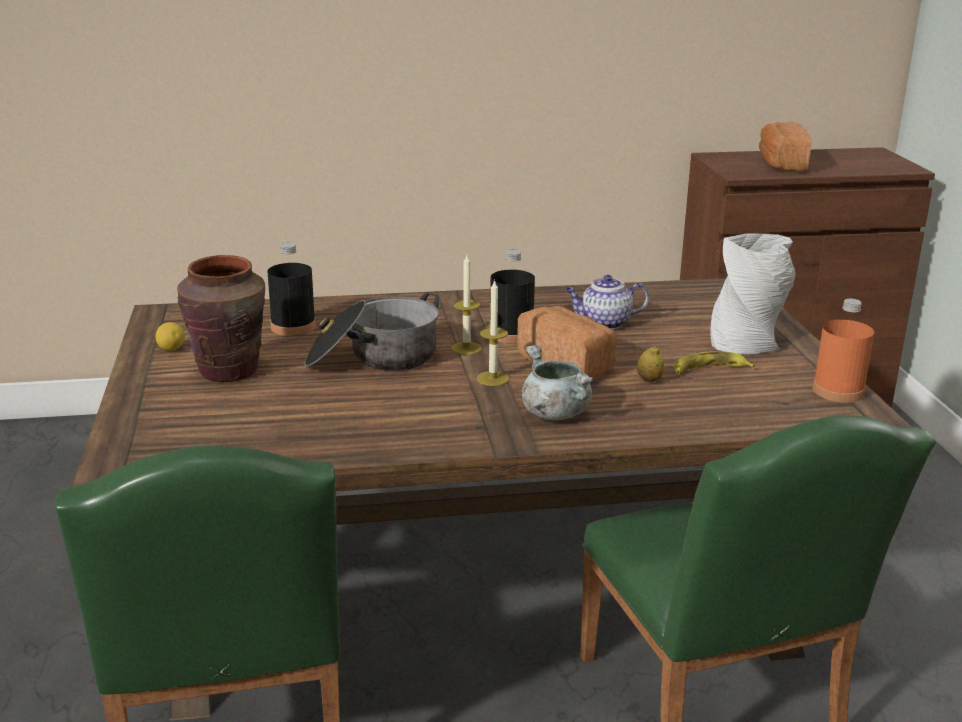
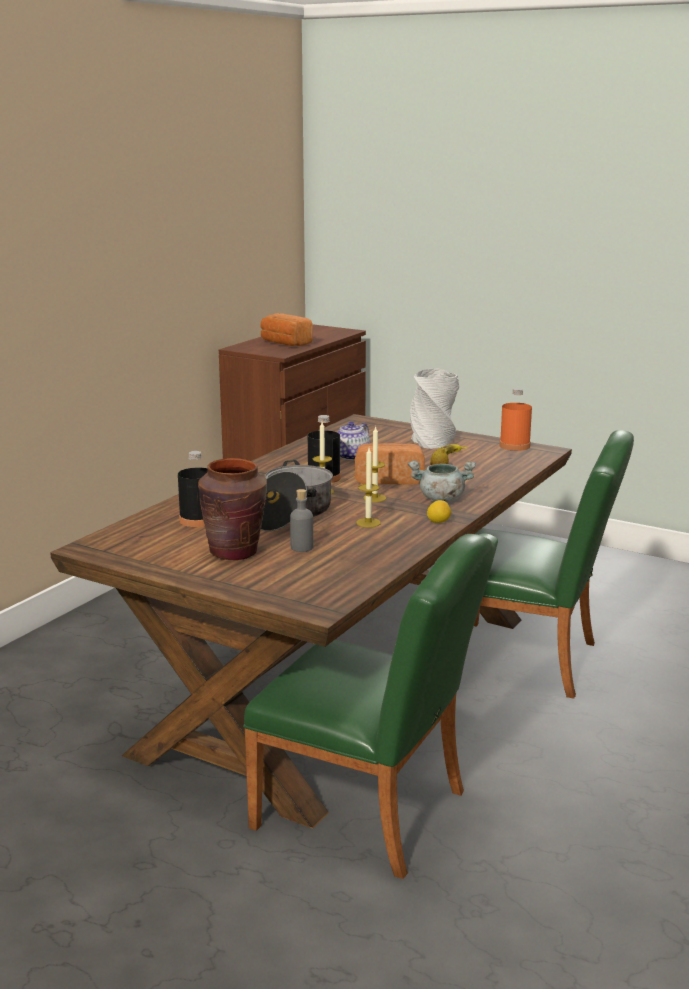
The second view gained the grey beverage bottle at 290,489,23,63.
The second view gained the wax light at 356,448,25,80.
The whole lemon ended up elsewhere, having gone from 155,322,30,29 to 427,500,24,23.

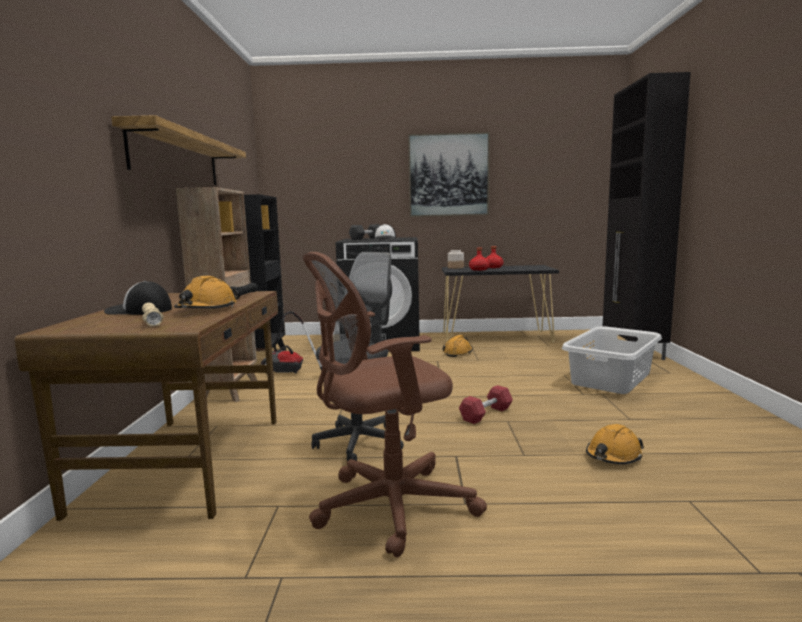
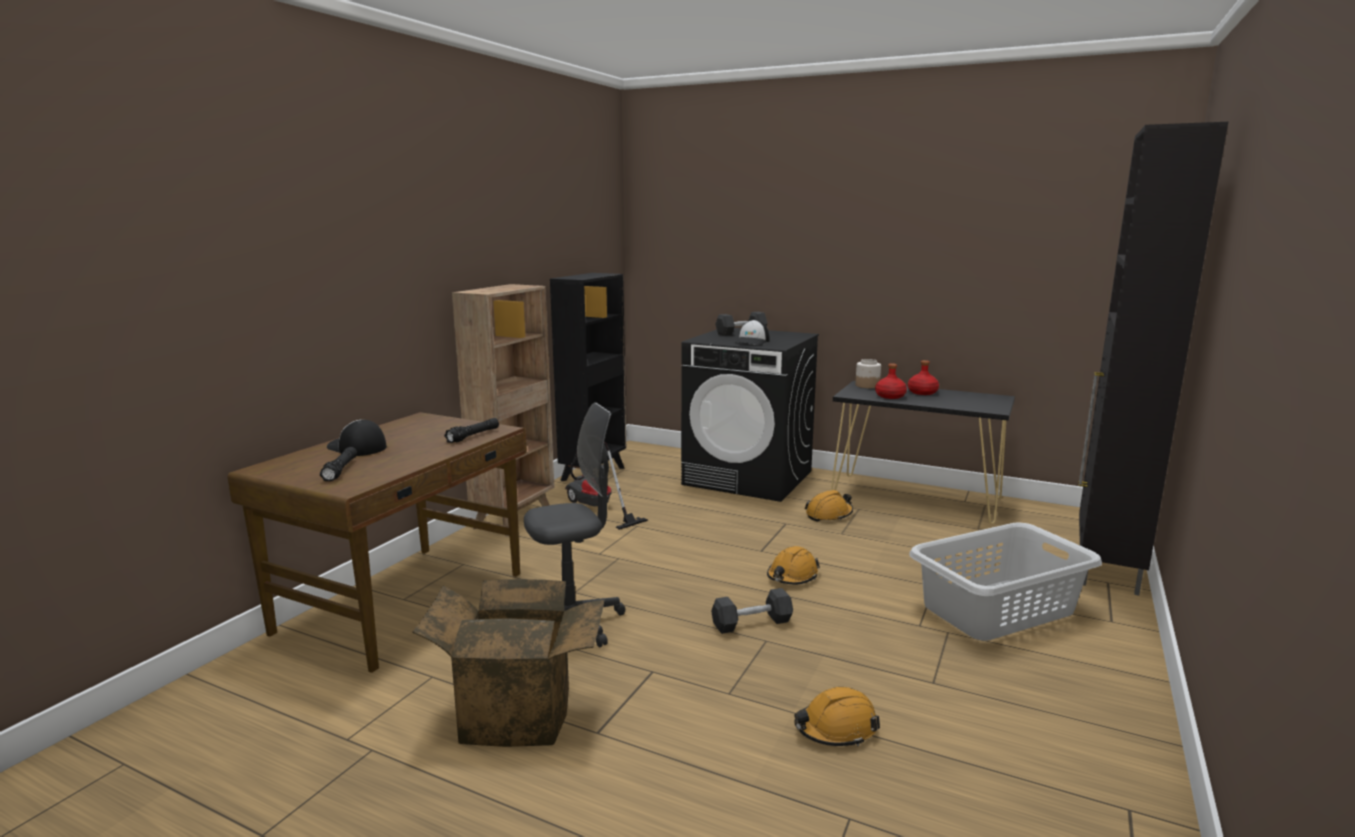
What was the sand-coloured hand torch at 142,303,22,23 turned into the black hand torch at 320,447,37,34.
Where the brownish computer chair stood at 303,252,184,305, the cardboard box came to stand at 412,579,192,168.
What was the red dumbbell at 459,385,54,39 turned into the black dumbbell at 711,588,82,46.
The orangey work helmet ended up elsewhere, having gone from 174,276,64,32 to 767,546,53,38.
The second view lost the wall shelf at 111,115,135,70.
The second view lost the picture at 408,132,82,85.

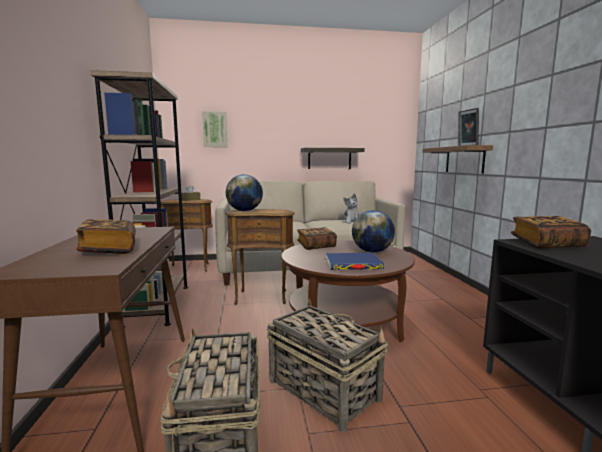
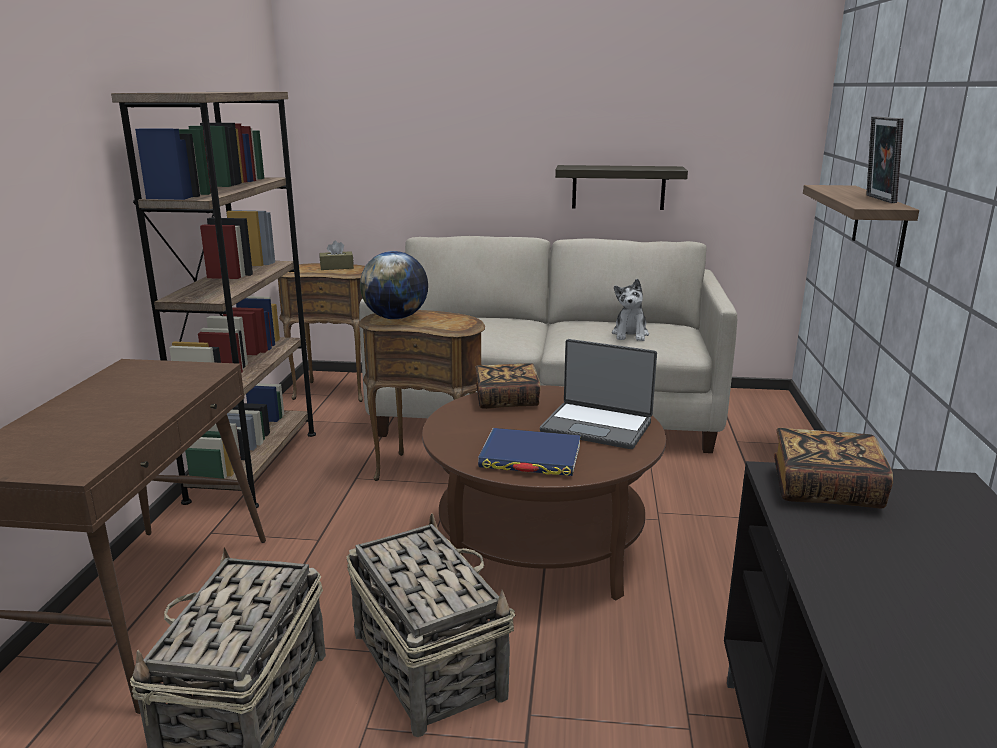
Where the desk globe stood at 352,210,43,43, the notebook computer came to stand at 540,339,117,110.
The second view lost the volume at 76,219,60,35.
The second view lost the picture at 202,111,25,36.

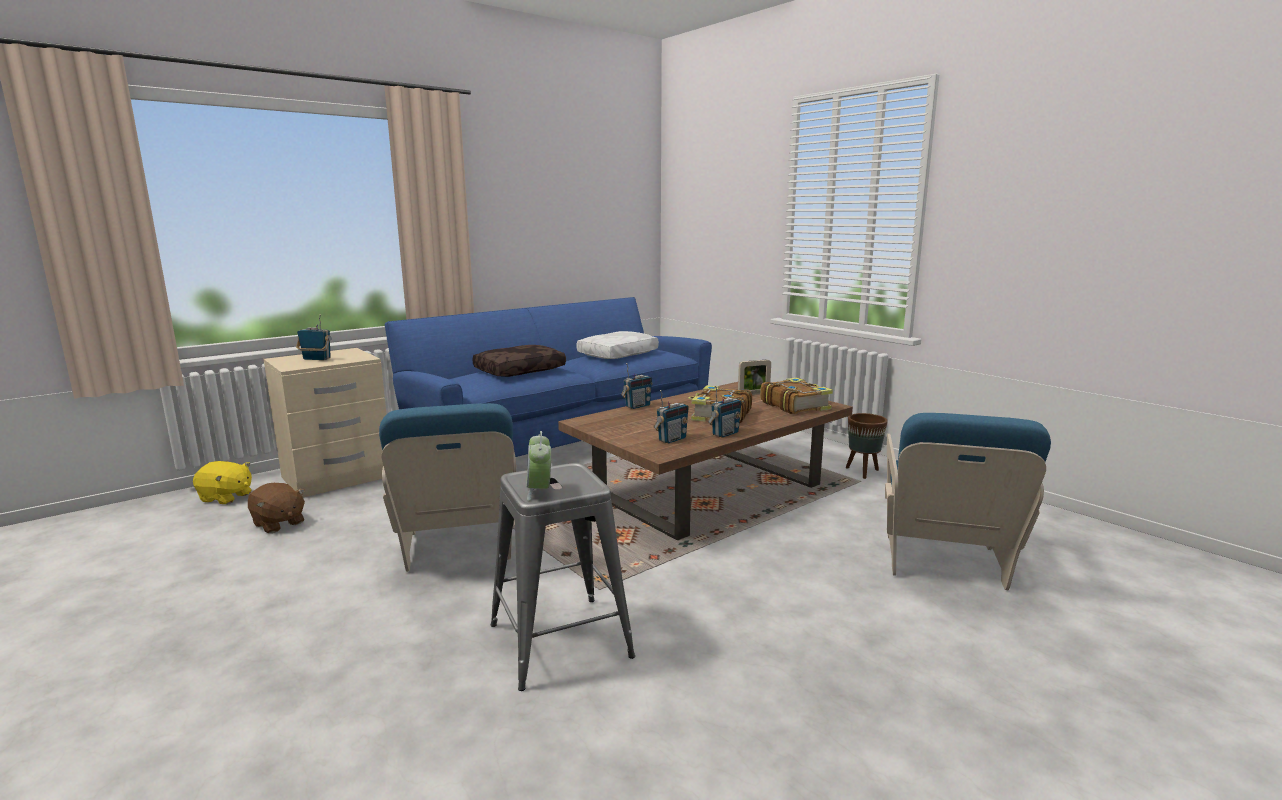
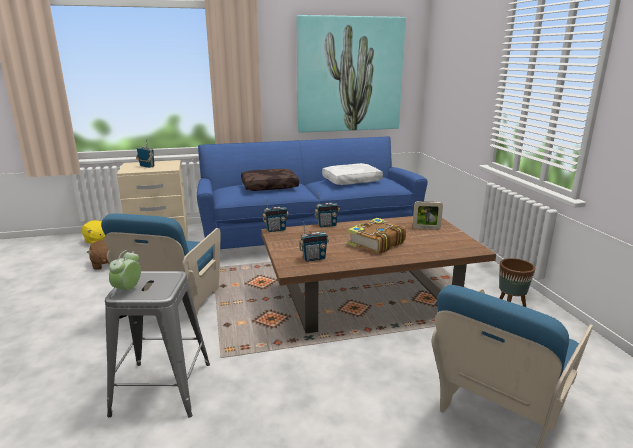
The radio ended up elsewhere, having gone from 708,385,34,53 to 263,197,26,35.
The second view gained the picture at 296,15,110,118.
The second view lost the volume at 760,378,73,36.

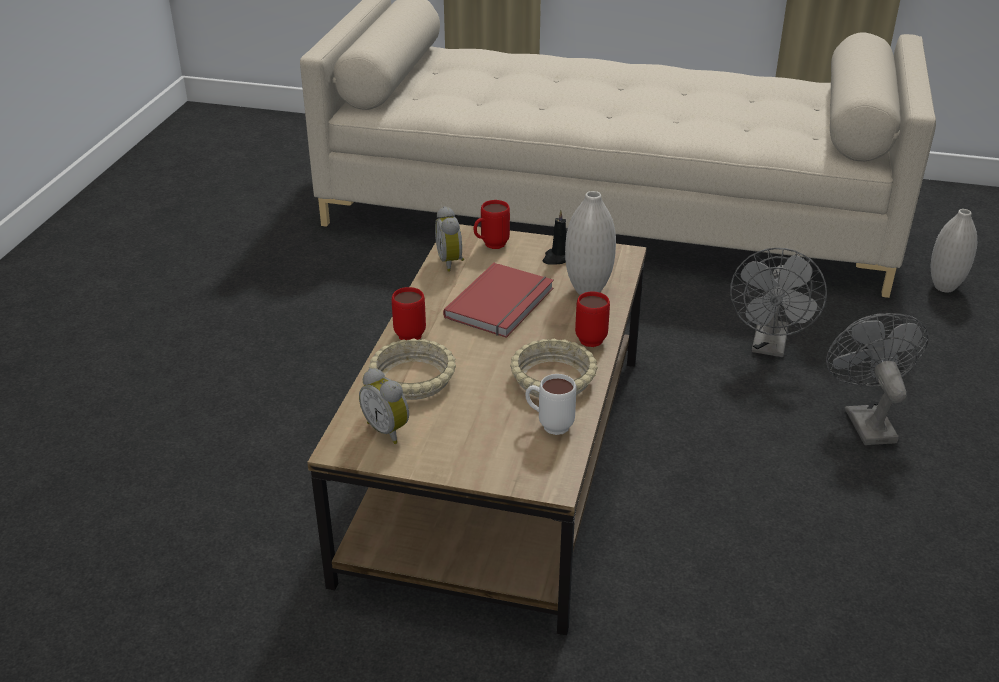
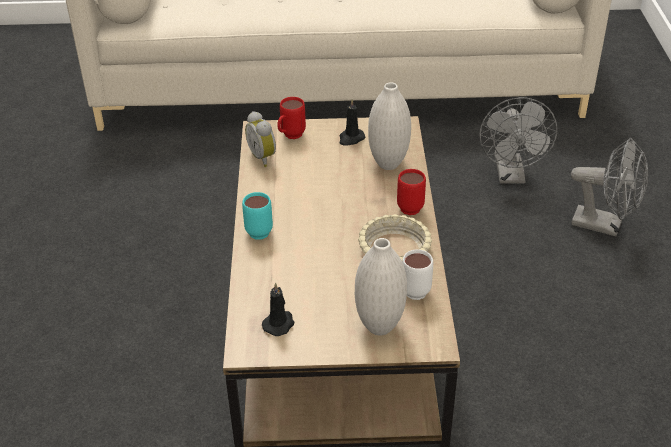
What was the red tea mug at 392,287,34,53 turned into the turquoise tea mug at 242,192,31,48.
Where the alarm clock stood at 359,368,50,76, the black wax light came to stand at 262,282,33,54.
The white-coloured vase ended up elsewhere, having gone from 931,209,46,84 to 355,238,52,98.
The grey fan at 826,313,103,132 ended up facing another way, 135 degrees clockwise from before.
The second view lost the sand-coloured bowl at 369,338,87,62.
The second view lost the red volume at 443,263,111,75.

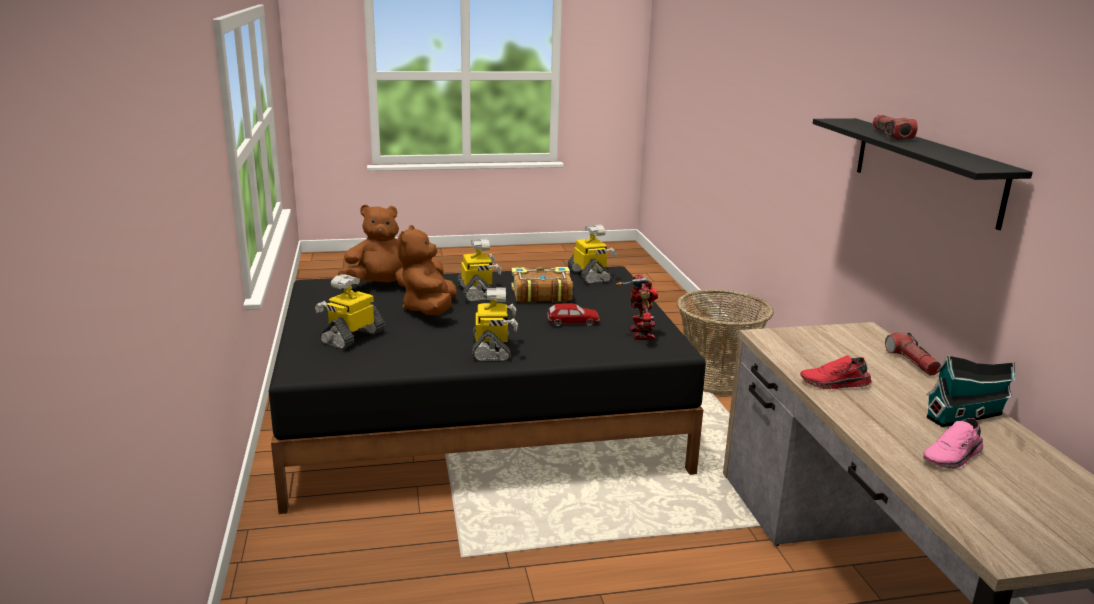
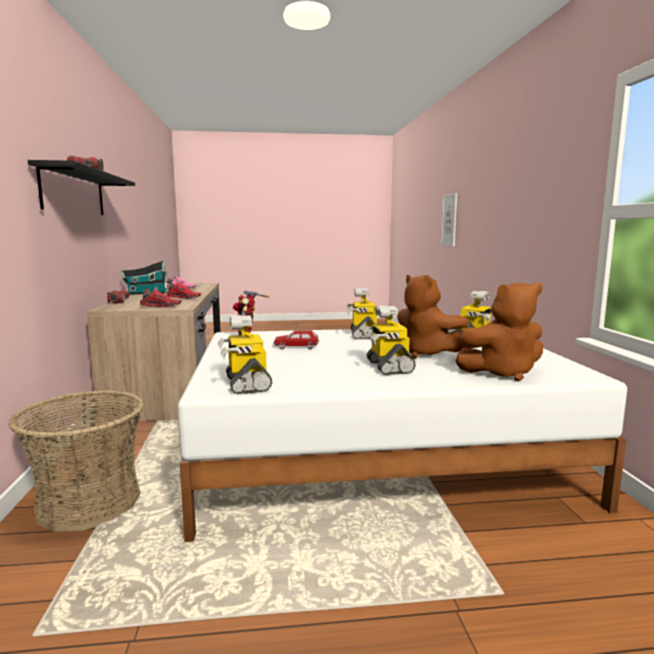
The second view gained the red low shoe at 140,289,42,18.
What was the black bed at 269,266,437,248 turned into the white-coloured bed at 178,329,449,213.
The brownish cuddly toy at 397,225,60,90 ended up facing another way, 135 degrees clockwise from before.
The second view gained the picture at 441,193,16,53.
The second view lost the volume at 511,267,62,36.

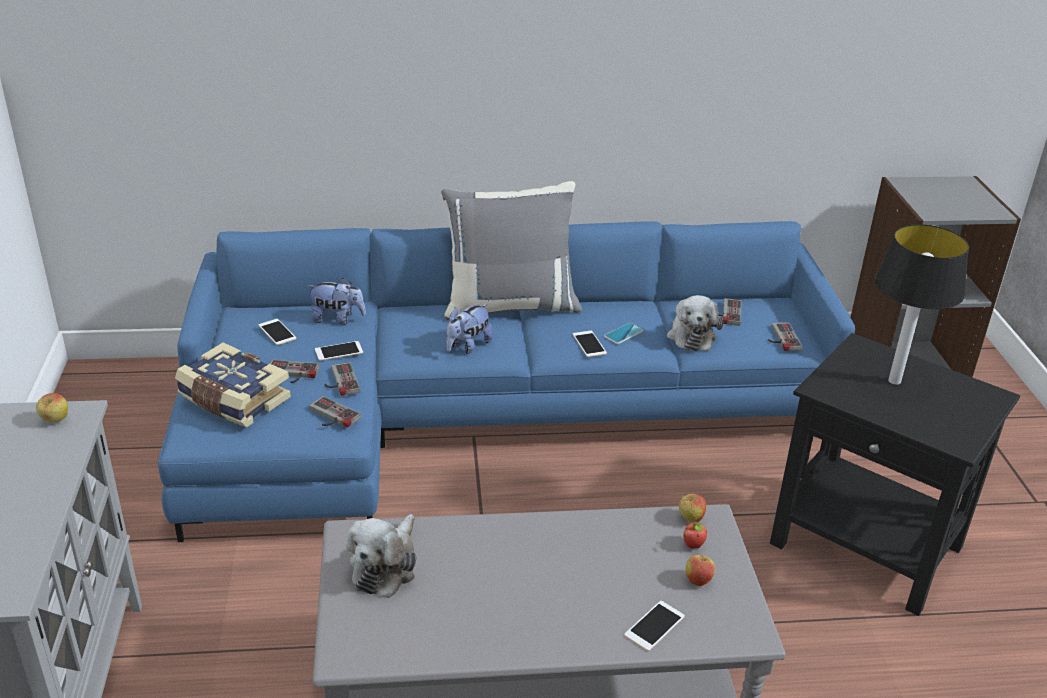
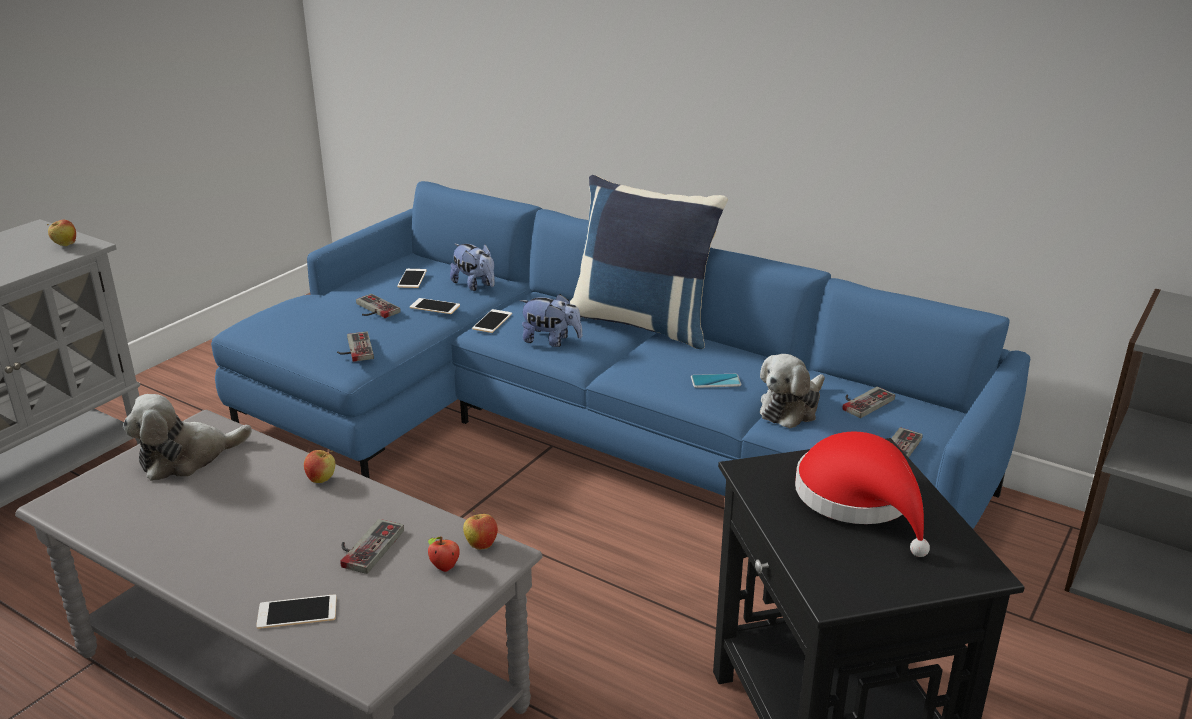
The apple ended up elsewhere, having gone from 686,552,29,34 to 304,450,31,33.
The game controller ended up elsewhere, having gone from 324,362,36,34 to 341,519,63,55.
The phone ended up elsewhere, having gone from 573,331,34,26 to 472,309,40,24.
The cuddly toy at 446,304,47,50 ended up facing another way, 150 degrees counterclockwise from before.
What was the grey throw pillow at 441,181,141,139 turned into the bluish throw pillow at 570,175,158,174.
Where the table lamp stood at 874,224,95,161, the red hat came to stand at 795,432,135,125.
The second view lost the volume at 175,342,116,86.

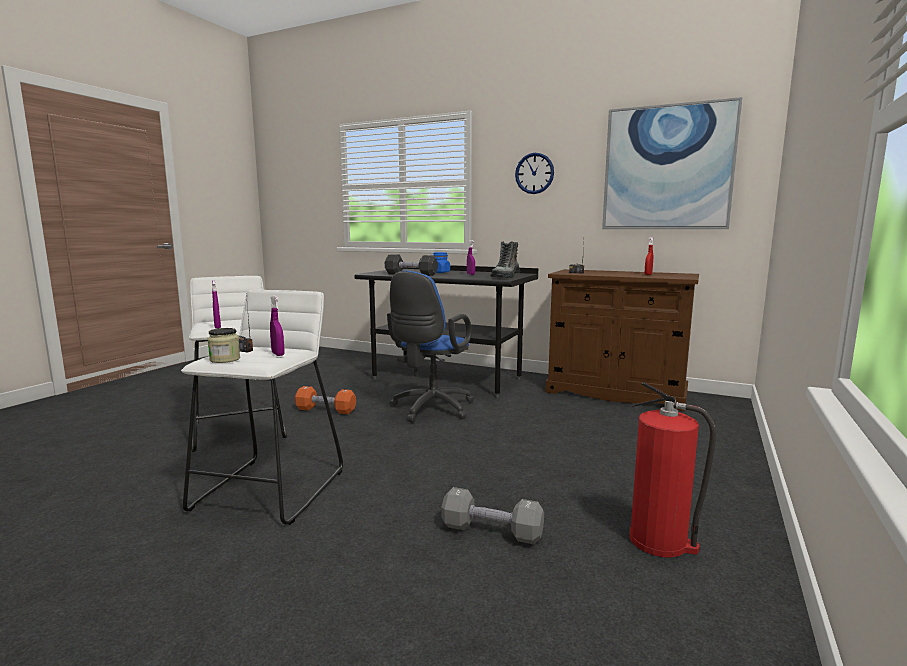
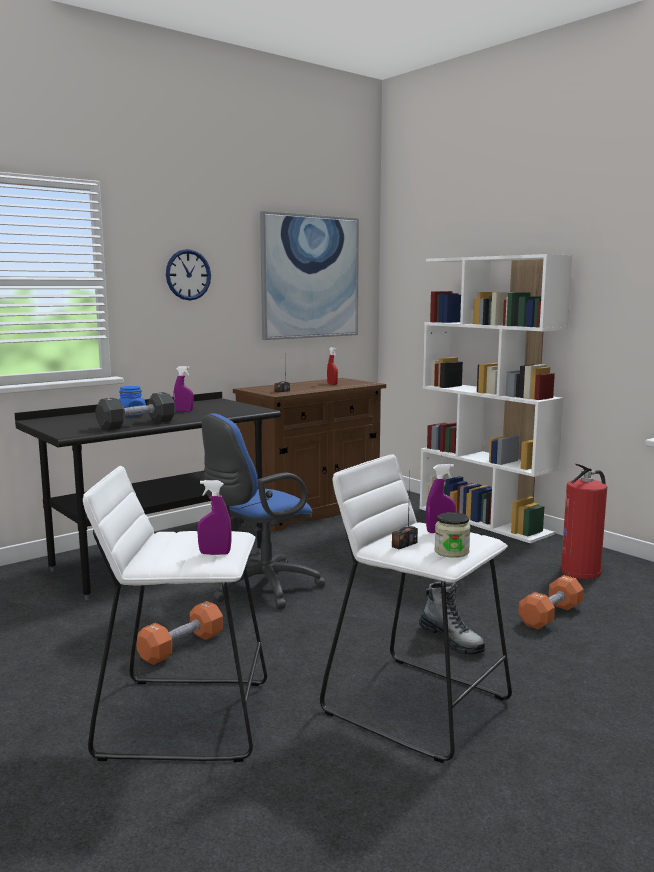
The bluish computer chair at 387,271,87,152 ended up facing another way, 90 degrees clockwise from before.
The boot ended up elsewhere, having gone from 490,241,30,37 to 419,581,66,74.
The second view gained the white-coloured shelving unit at 420,254,153,289.
What was the grey dumbbell at 441,487,103,57 turned into the orangey dumbbell at 518,575,66,55.

